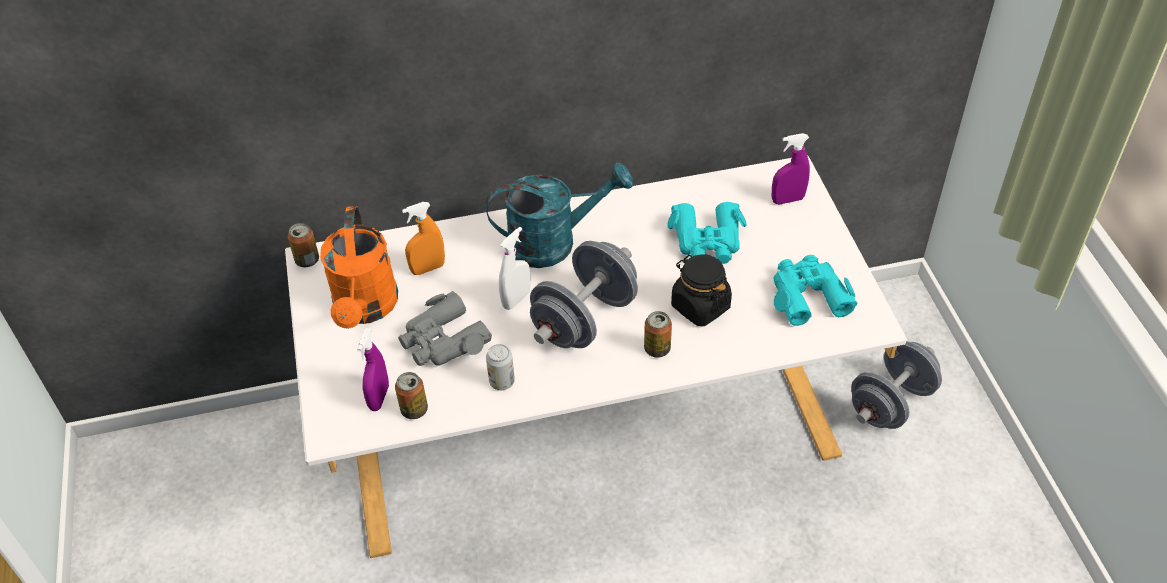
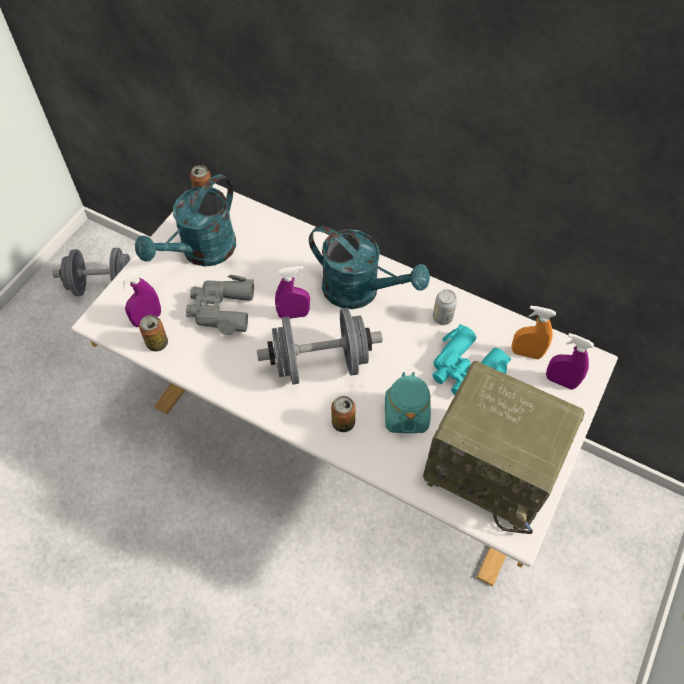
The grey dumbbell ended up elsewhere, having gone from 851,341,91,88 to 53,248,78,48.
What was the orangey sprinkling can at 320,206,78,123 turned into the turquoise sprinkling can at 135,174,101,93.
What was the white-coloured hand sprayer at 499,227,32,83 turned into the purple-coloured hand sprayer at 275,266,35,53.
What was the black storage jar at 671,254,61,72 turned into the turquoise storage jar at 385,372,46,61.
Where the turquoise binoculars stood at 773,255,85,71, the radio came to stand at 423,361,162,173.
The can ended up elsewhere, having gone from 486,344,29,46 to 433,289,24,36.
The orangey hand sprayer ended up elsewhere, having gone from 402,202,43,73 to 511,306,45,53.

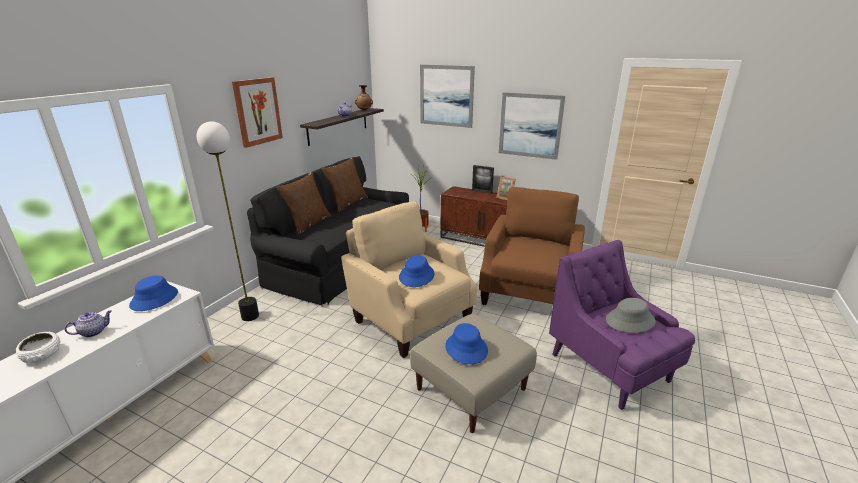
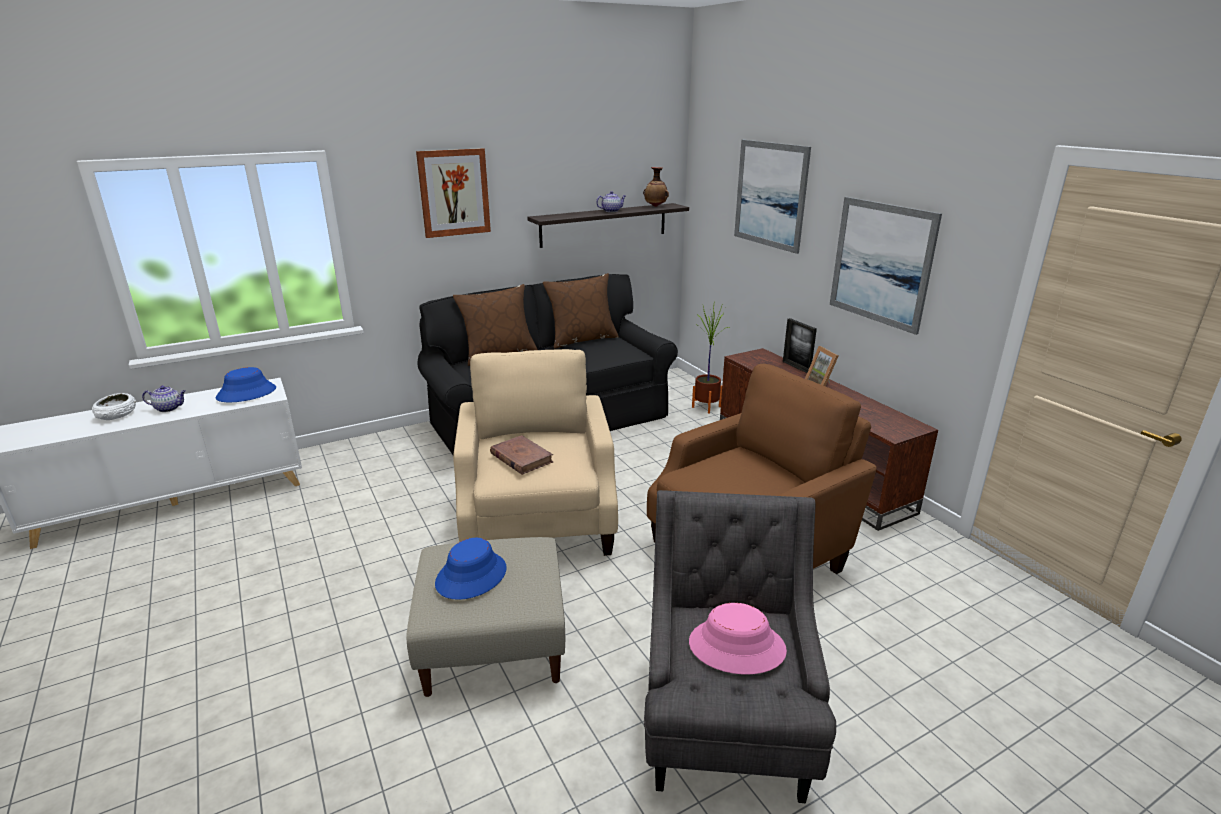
Where the bluish hat stood at 399,255,35,32, the brownish volume came to stand at 490,435,63,40.
What was the purple-coloured lounge chair at 549,240,146,170 turned into the grey lounge chair at 644,490,192,313.
What was the grey hat at 606,298,50,35 turned into the pink hat at 689,603,98,72.
The second view lost the floor lamp at 197,121,62,200.

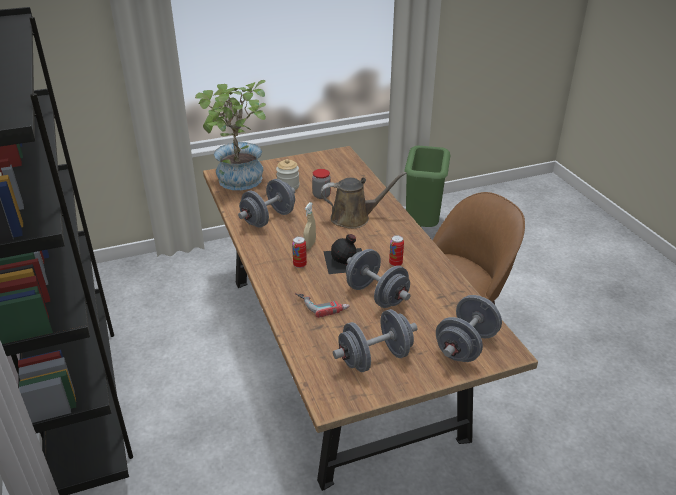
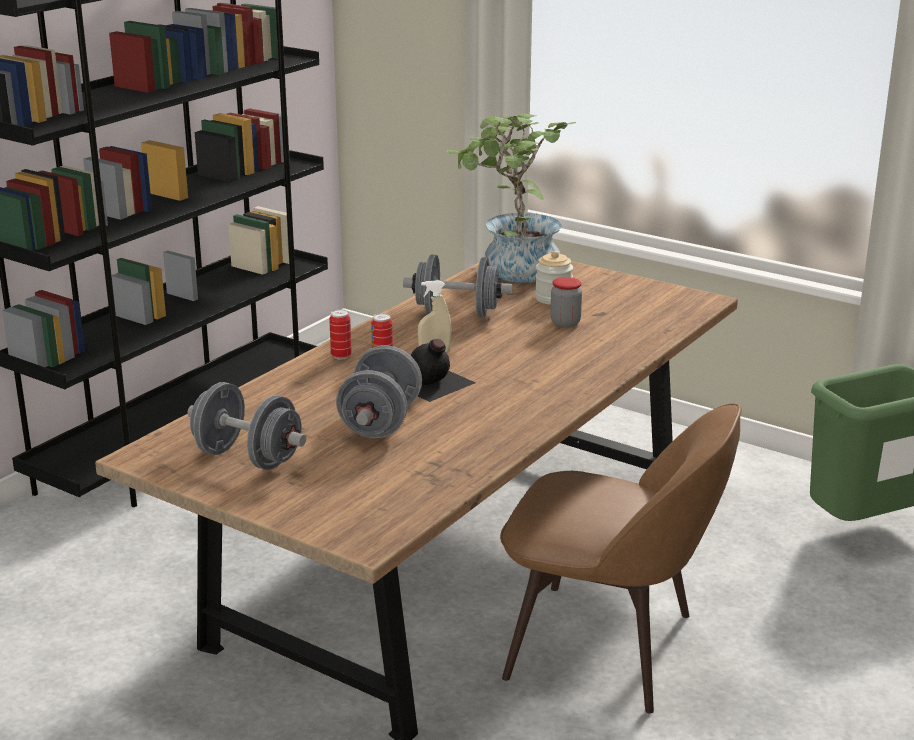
The can ended up elsewhere, having gone from 389,235,15,31 to 329,309,23,51.
The second view lost the electric drill at 295,293,55,25.
The second view lost the brownish sprinkling can at 321,172,86,57.
The second view lost the grey dumbbell at 436,295,66,67.

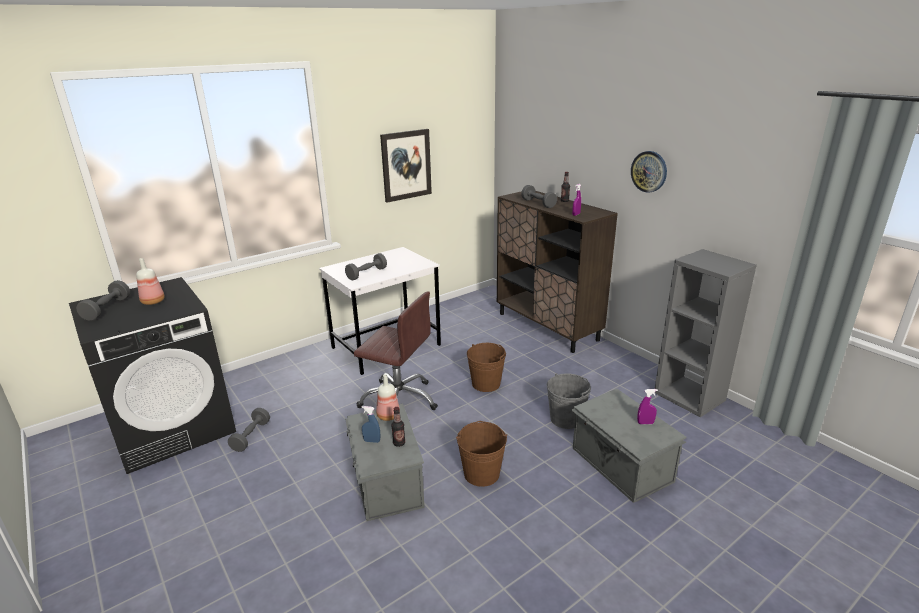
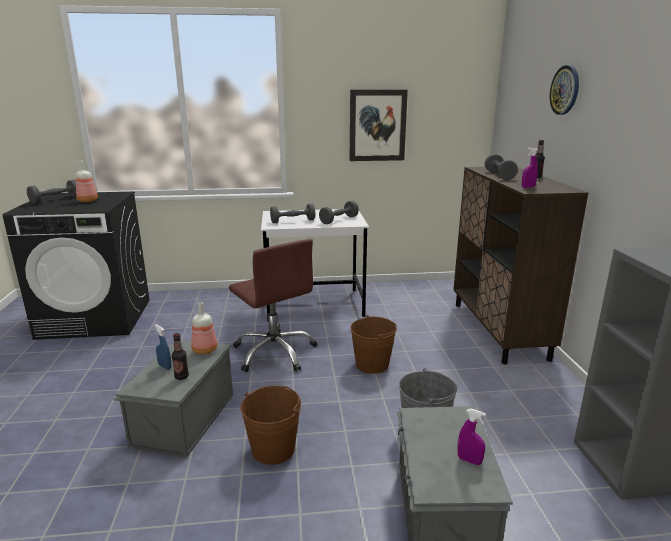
The grey dumbbell ended up elsewhere, having gone from 228,408,42,44 to 319,201,40,23.
The clock on the wall ended up elsewhere, having gone from 631,151,36,42 to 550,65,29,50.

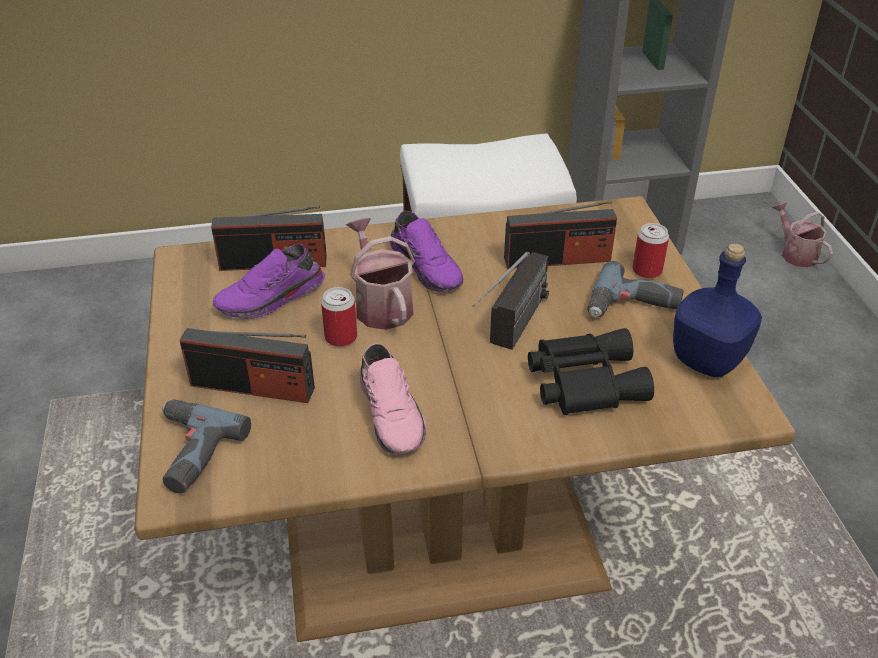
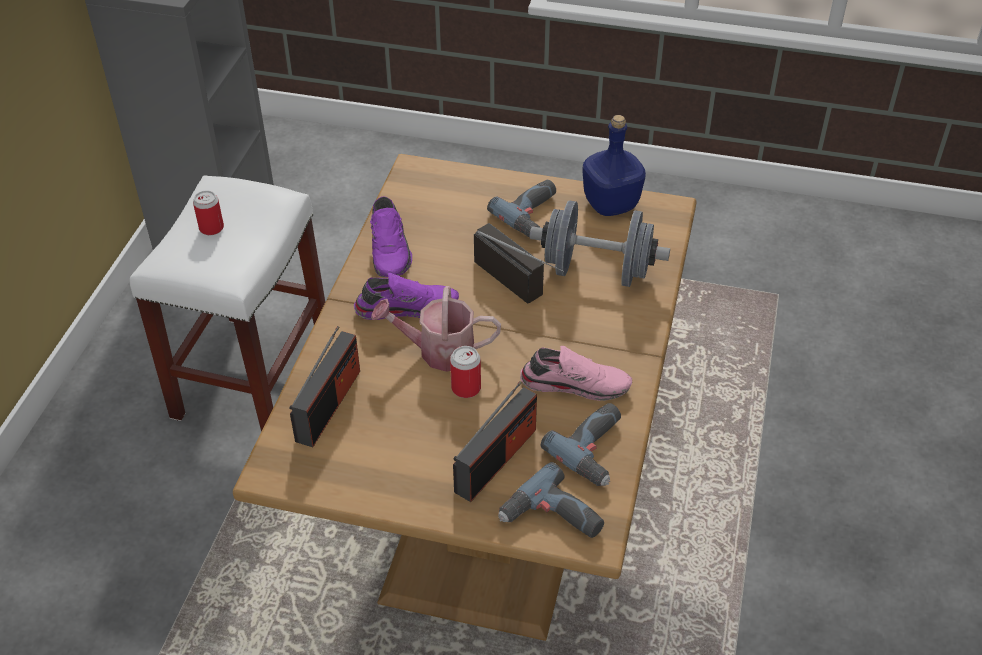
The can ended up elsewhere, having gone from 632,223,37,55 to 193,190,31,45.
The purple-coloured low shoe ended up elsewhere, having gone from 212,244,113,75 to 370,197,42,80.
Where the black binoculars stood at 528,328,126,87, the grey dumbbell came to stand at 530,200,140,87.
The second view gained the electric drill at 540,403,81,83.
The second view lost the radio at 504,201,113,68.
The second view lost the sprinkling can at 772,202,61,65.

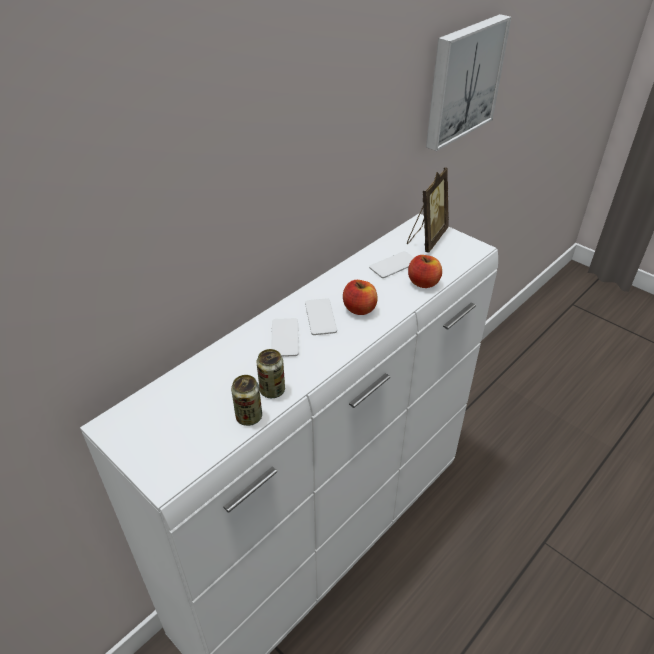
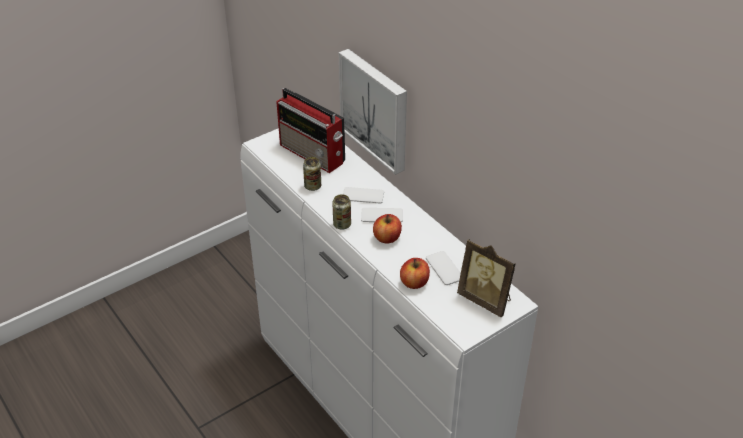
The second view gained the radio at 276,88,69,85.
The can ended up elsewhere, having gone from 231,375,31,51 to 332,194,19,36.
The picture ended up elsewhere, having gone from 426,14,85,137 to 339,49,68,126.

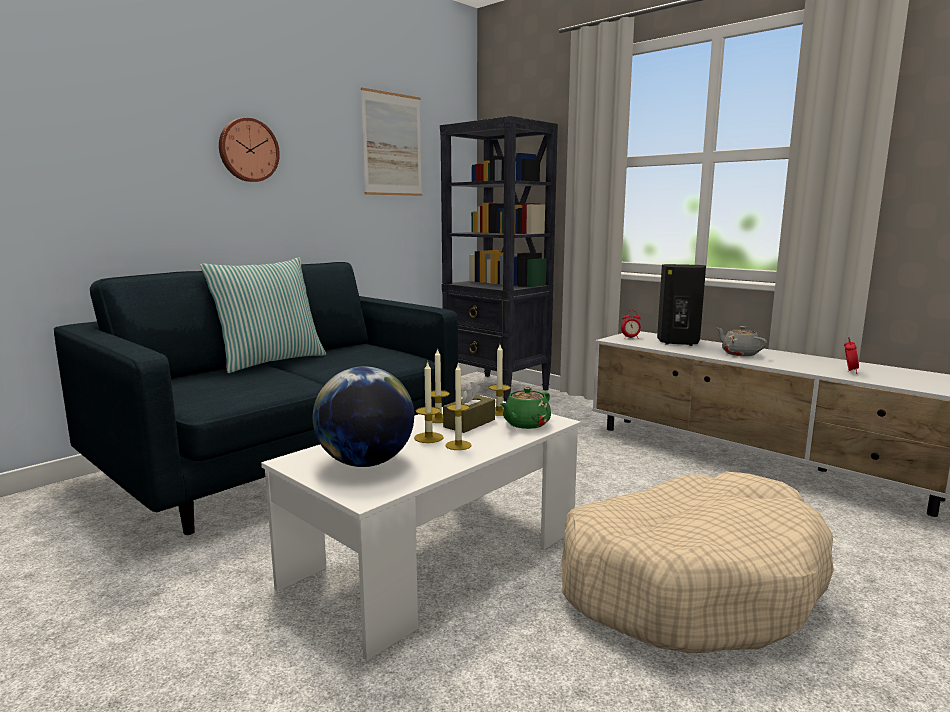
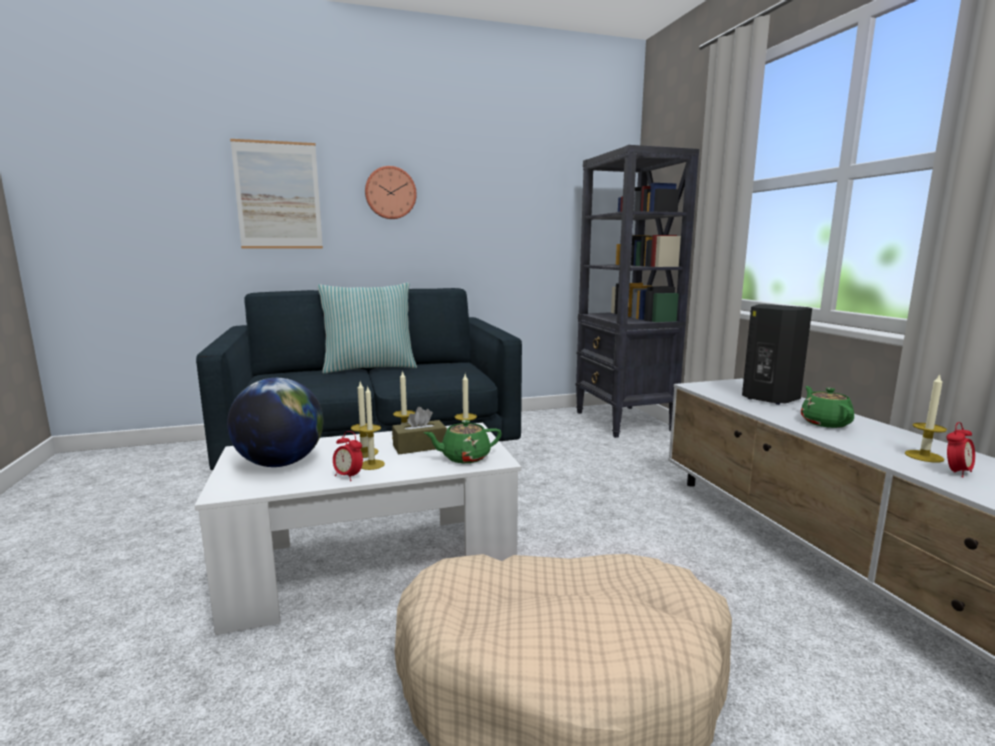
The picture ended up elsewhere, having gone from 361,88,61,108 to 230,139,93,109.
The alarm clock ended up elsewhere, having gone from 621,310,20,29 to 333,431,30,50.
What was the grey pot for tea at 716,326,51,30 turned into the green pot for tea at 801,386,53,42.
The second view gained the wax light at 905,373,42,90.

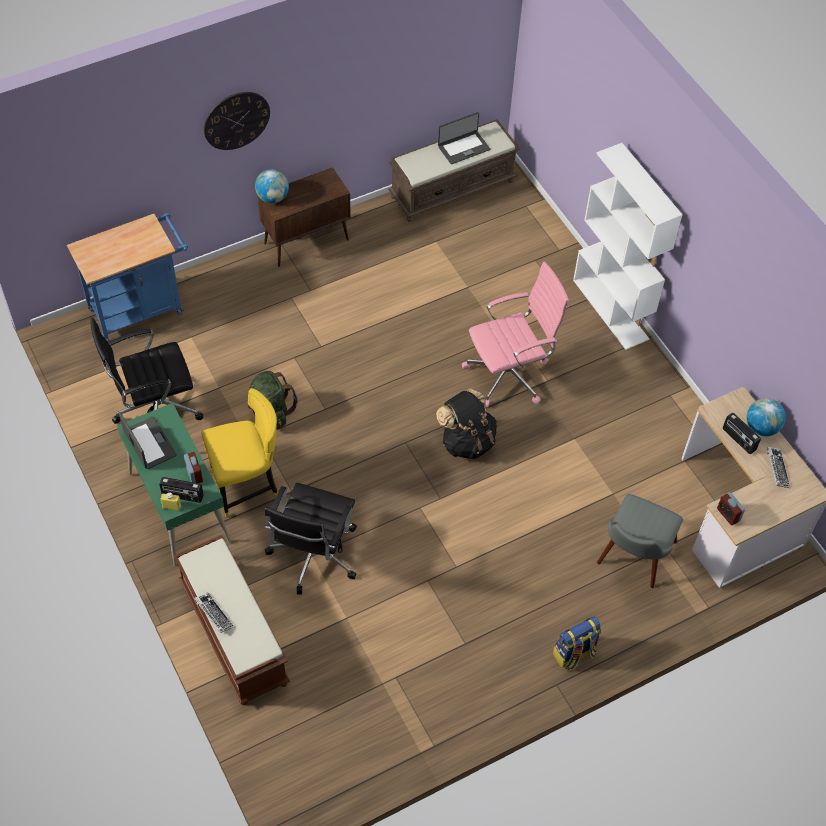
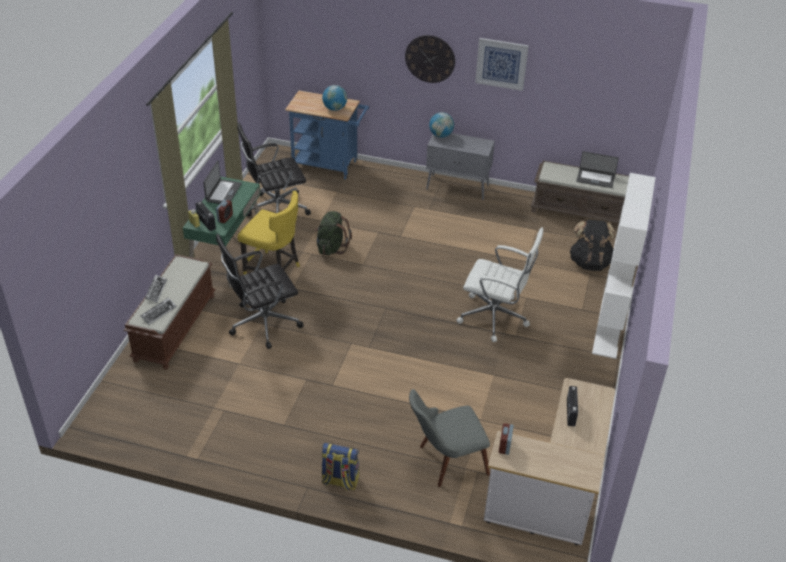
The PC keyboard ended up elsewhere, having gone from 767,447,24,41 to 140,297,37,28.
The black computer chair at 90,318,113,106 ended up facing another way, 45 degrees counterclockwise from before.
The desk globe ended up elsewhere, having gone from 747,398,39,38 to 322,85,25,26.
What was the brownish storage cabinet at 258,167,93,100 turned into the grey storage cabinet at 426,133,69,67.
What was the pink computer chair at 462,262,107,145 turned into the white-coloured computer chair at 456,227,87,115.
The second view gained the picture at 475,38,54,53.
The black knapsack ended up elsewhere, having gone from 436,388,61,71 to 570,220,46,51.

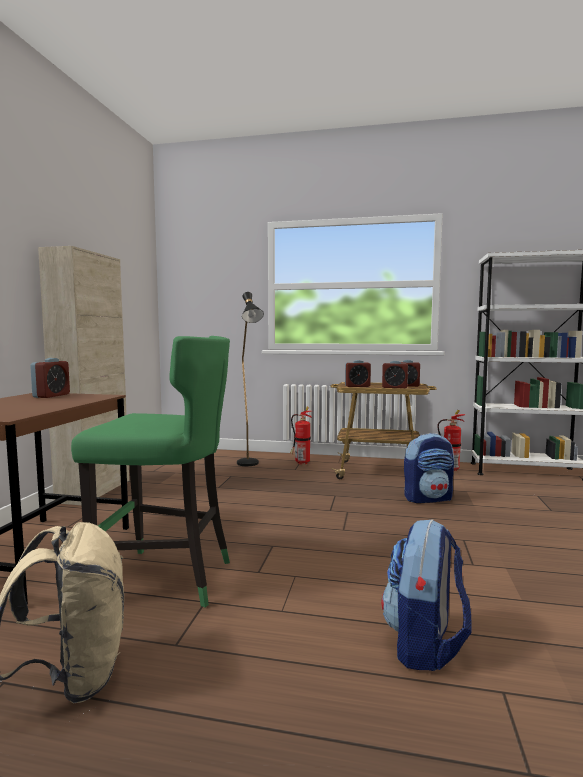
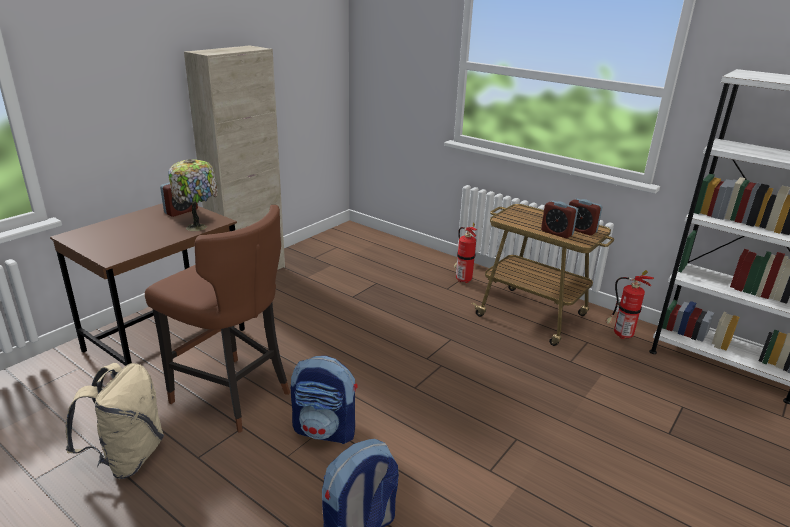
What was the green stool seat at 71,336,159,271 turned into the brownish stool seat at 145,205,145,228.
The second view gained the table lamp at 168,159,50,72.
The knapsack ended up elsewhere, having gone from 404,433,50,70 to 291,356,67,88.
The second view lost the black floor lamp at 237,292,27,174.
The second view lost the alarm clock at 345,360,26,27.

